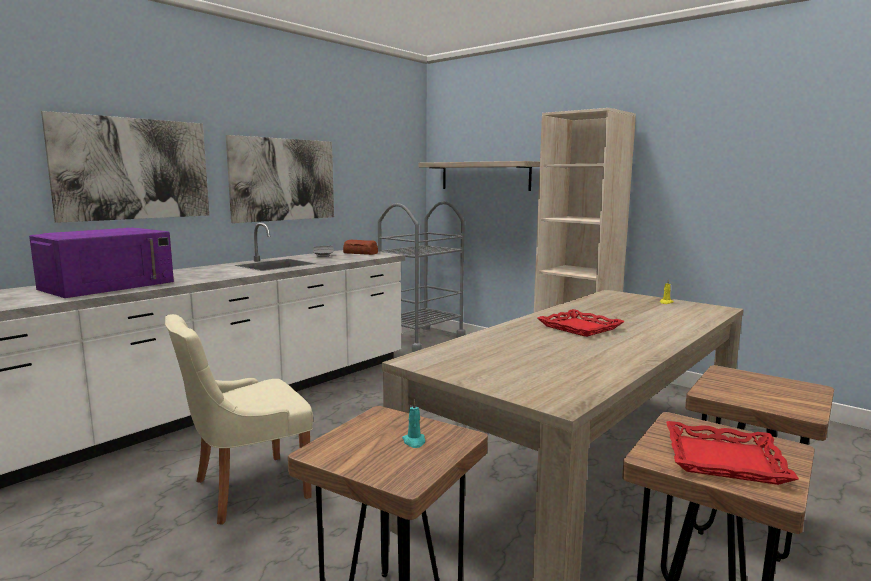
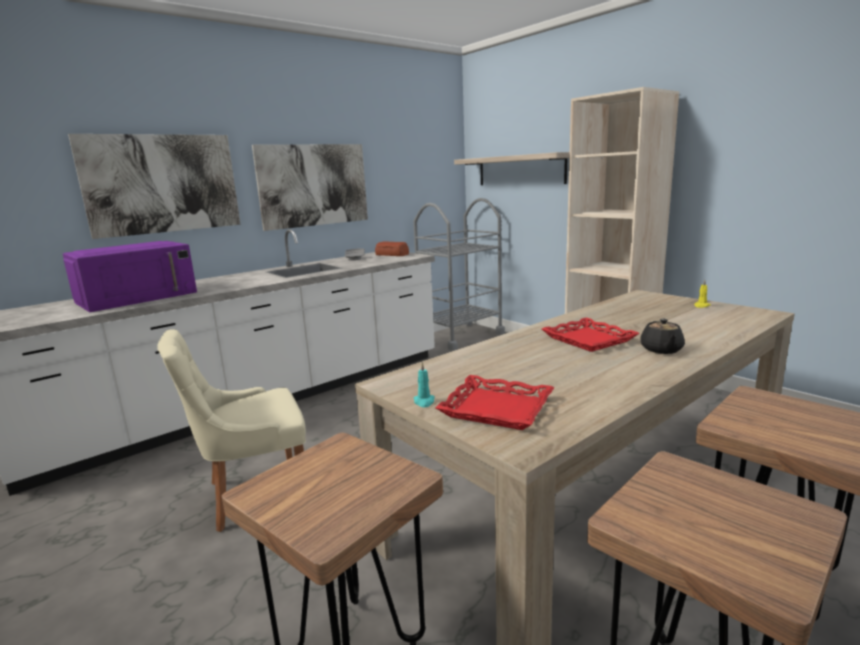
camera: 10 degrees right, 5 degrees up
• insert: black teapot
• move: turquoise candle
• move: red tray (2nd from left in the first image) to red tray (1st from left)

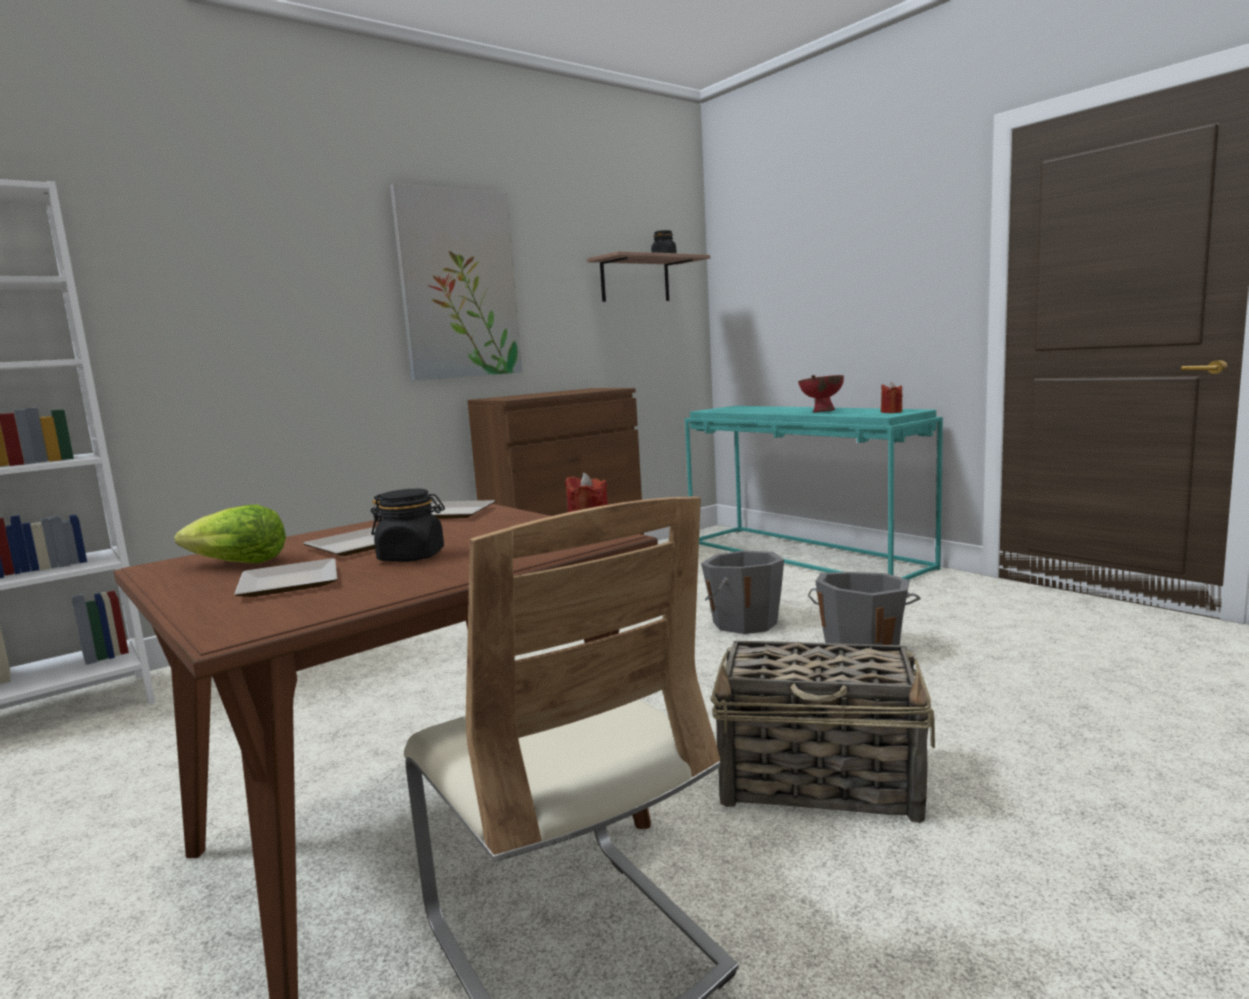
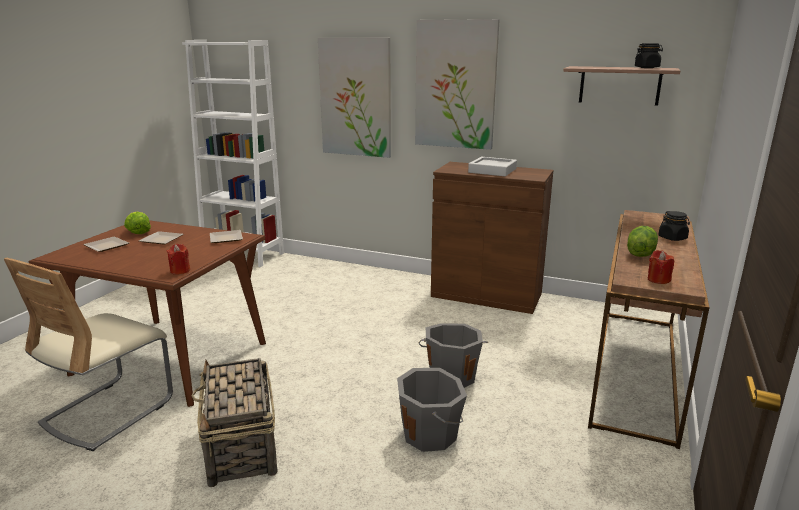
camera: 60 degrees right, 10 degrees up
• insert: picture (1st from left)
• insert: grey tray
• move: black jar (1st from left in the first image) to black jar (2nd from left)
• replace: red bowl to lettuce (2nd from left)
• recolor: turquoise console table to brown console table

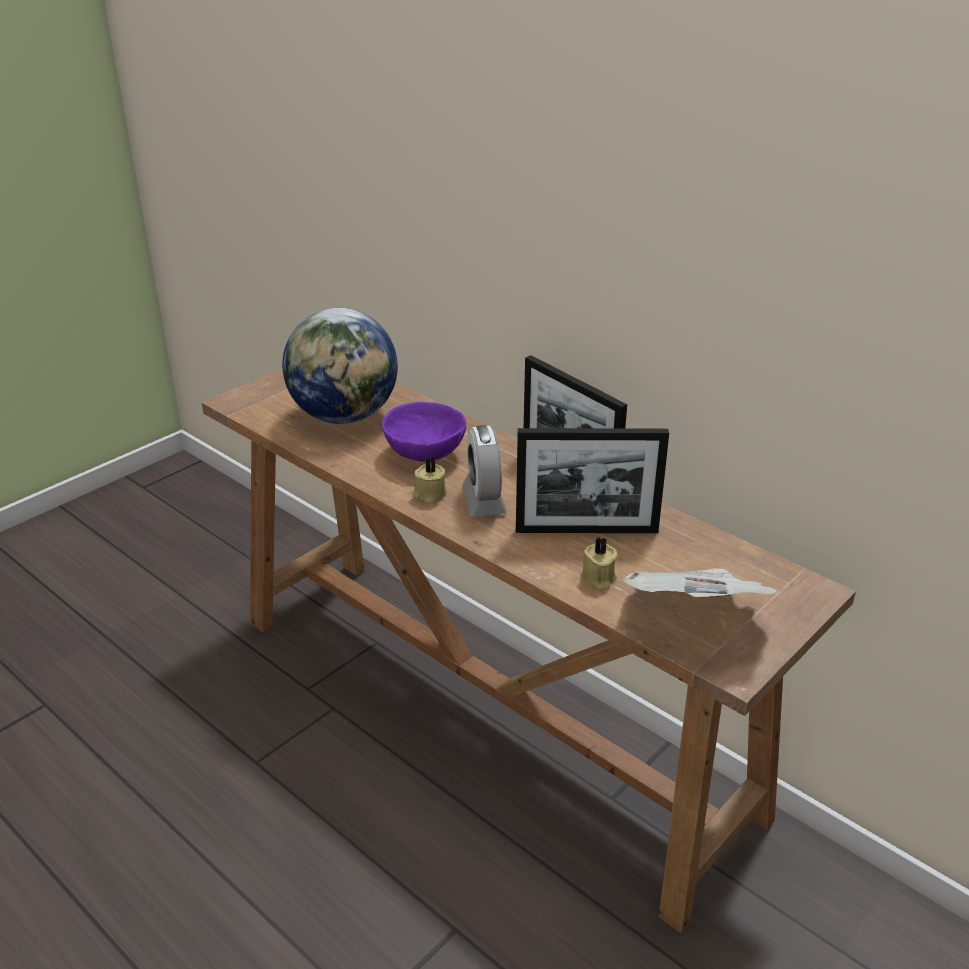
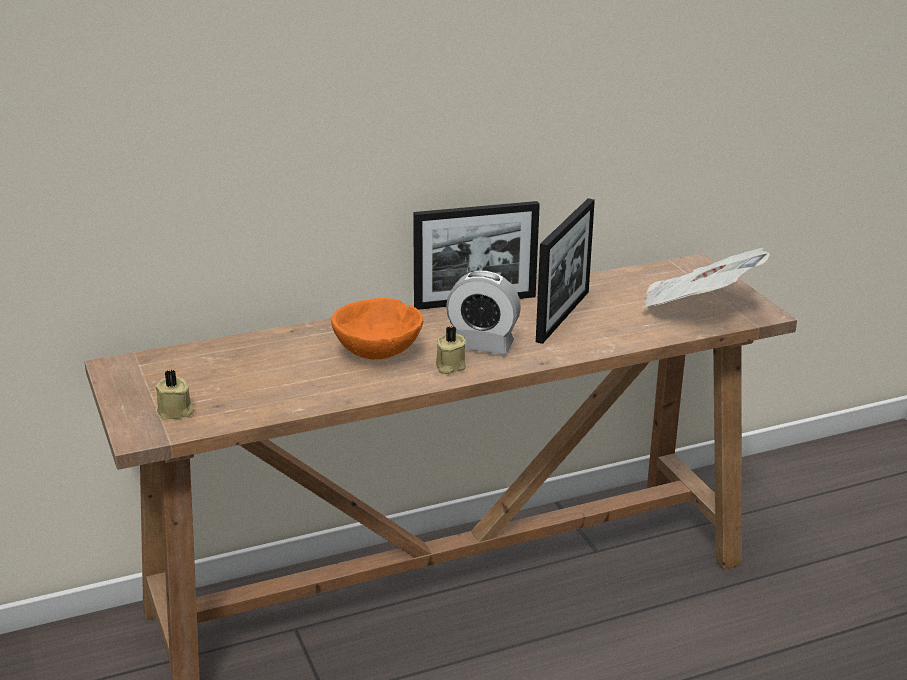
camera: 65 degrees left, 5 degrees down
• delete: globe
• move: beige candle (2nd from left in the first image) to beige candle (1st from left)
• recolor: purple bowl to orange bowl

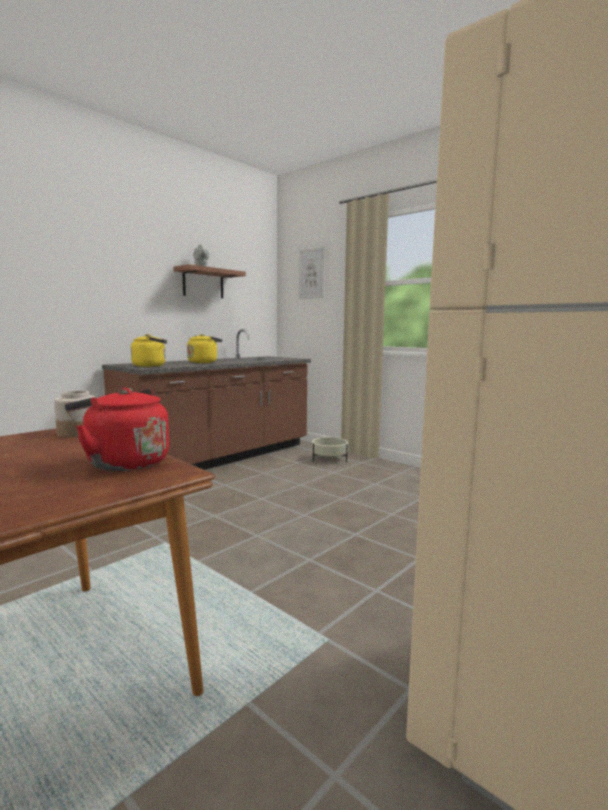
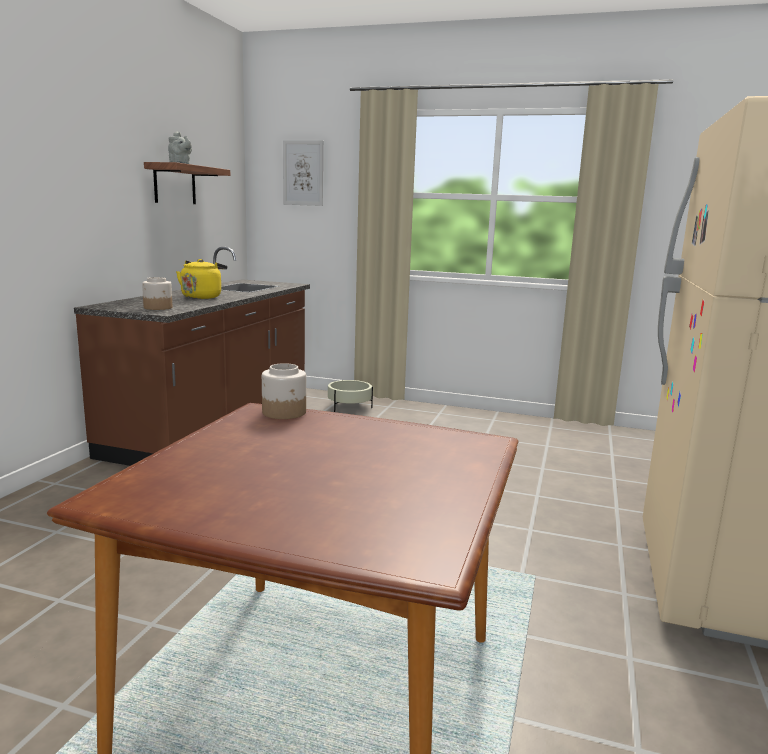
camera: 25 degrees left, 5 degrees up
• delete: red kettle
• replace: yellow kettle (1st from left) to jar (1st from left)

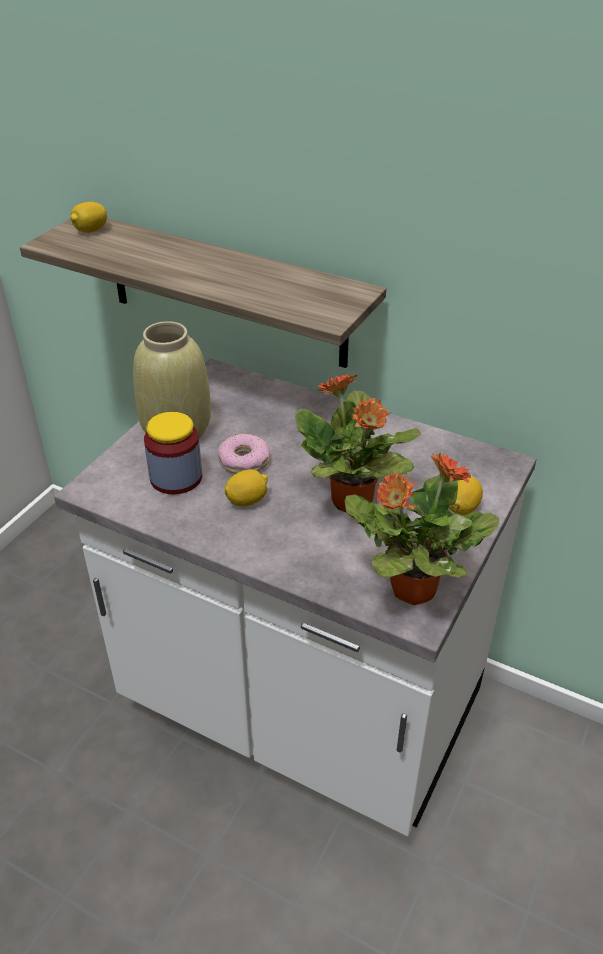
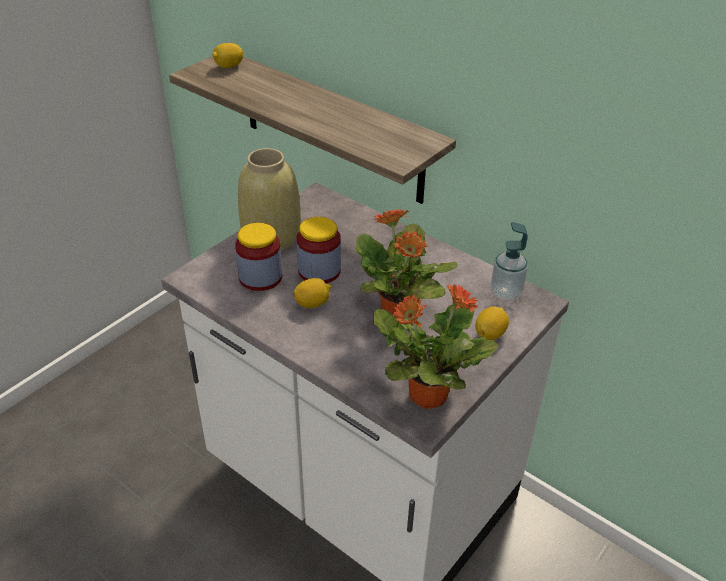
camera: 10 degrees right, 0 degrees up
• insert: soap dispenser
• replace: donut to jar (2nd from left)

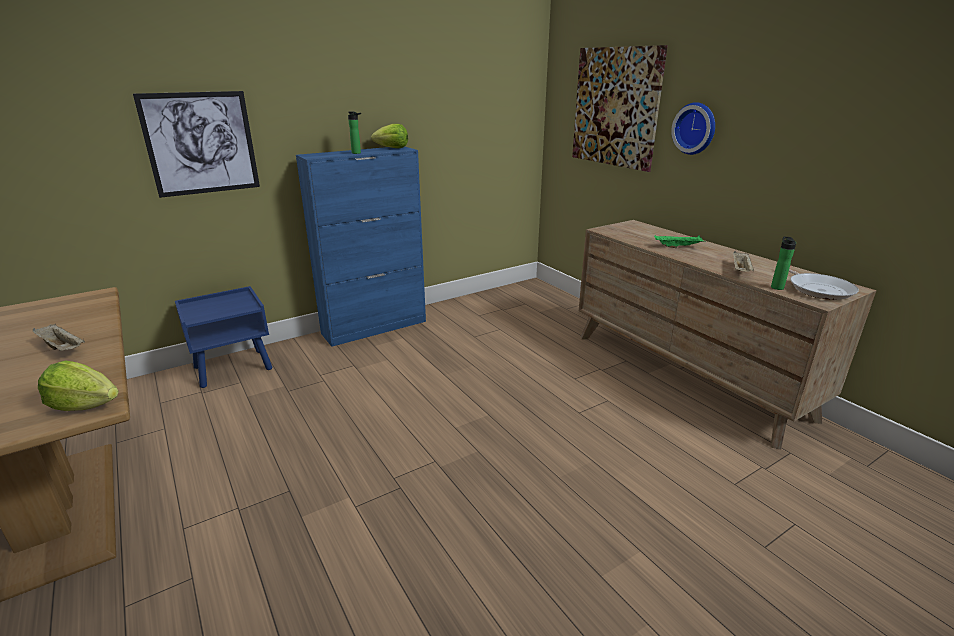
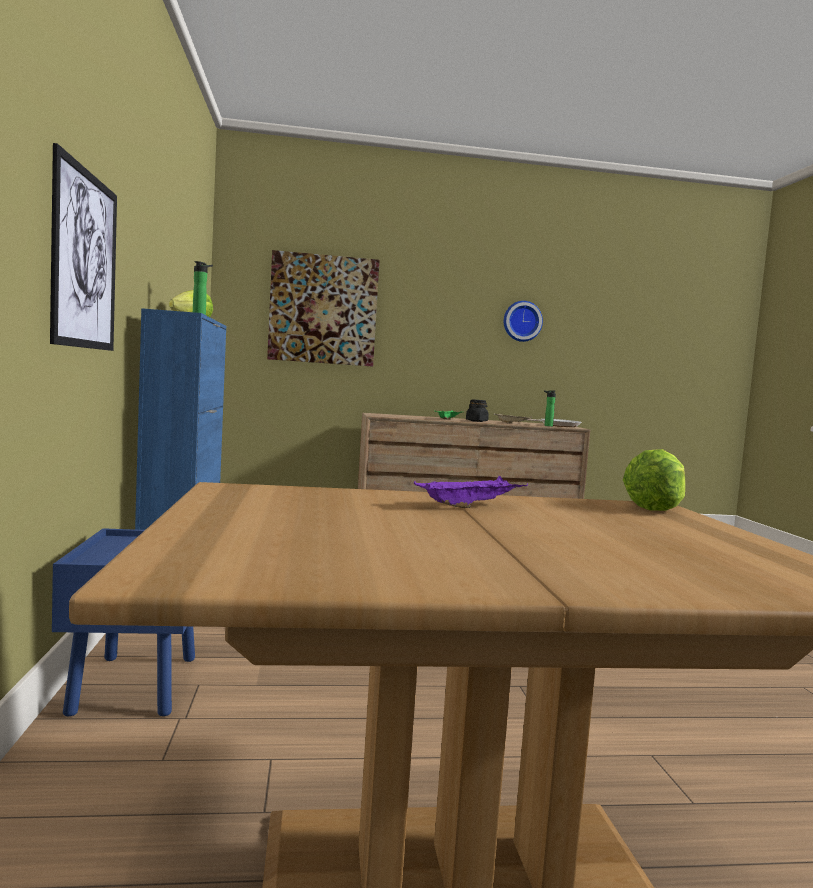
camera: 65 degrees left, 20 degrees down
• insert: black jar
• move: wall clock
• recolor: beige tray (1st from left) to purple tray

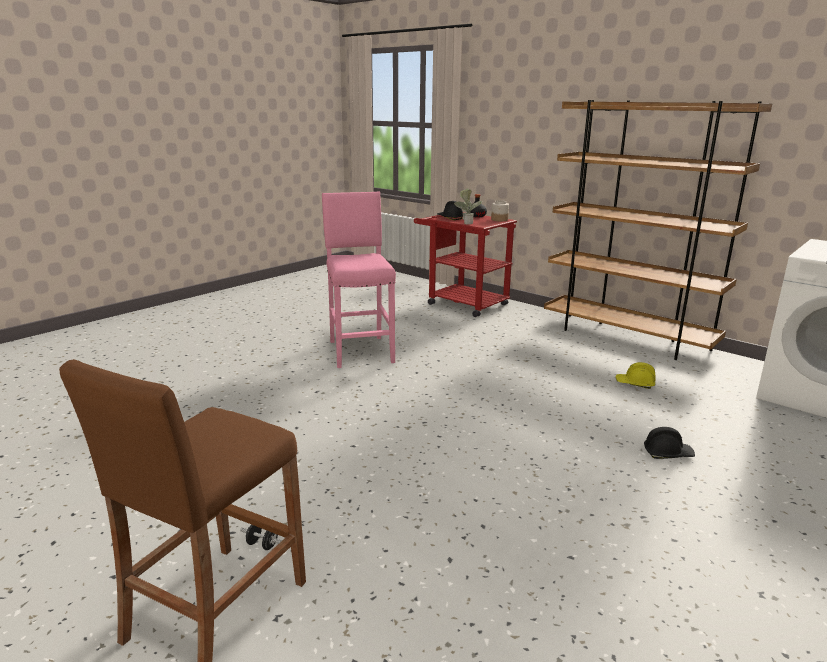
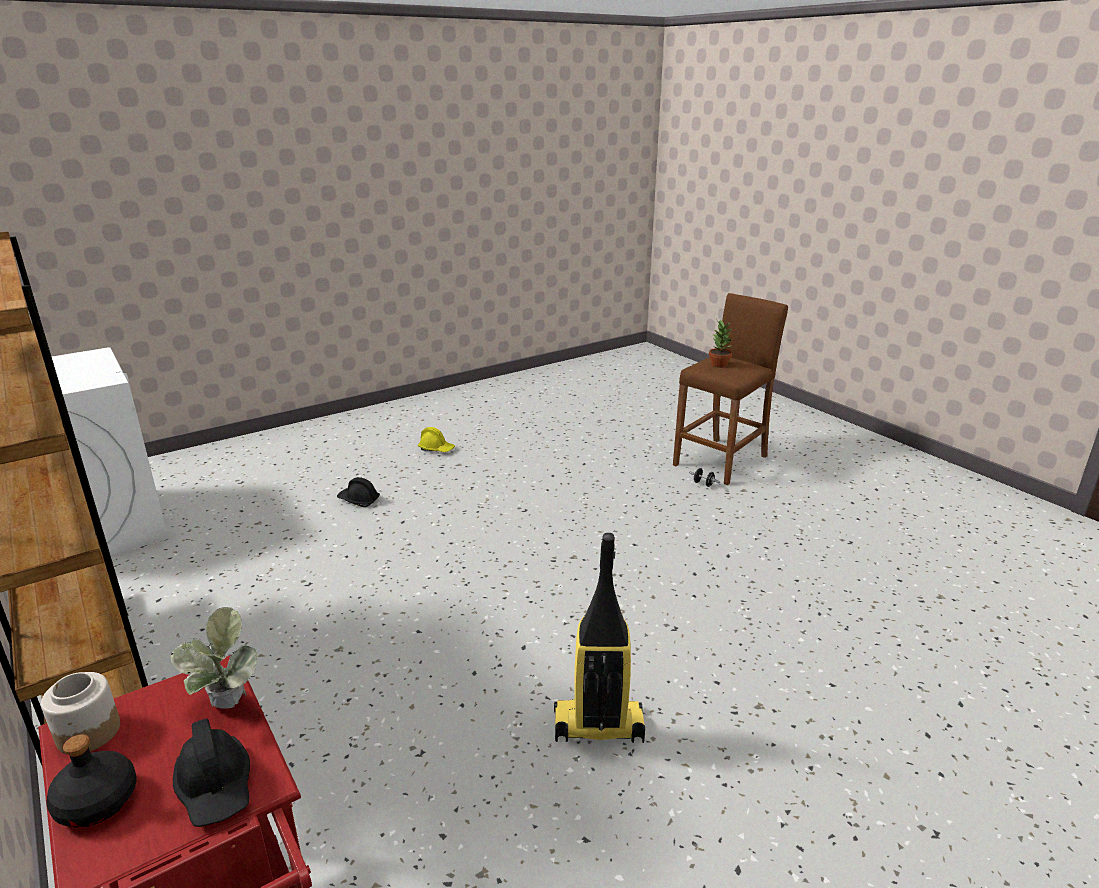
camera: 165 degrees left, 5 degrees up
• insert: potted plant (2nd from left)
• move: yellow hard hat
• replace: pink stool to vacuum cleaner

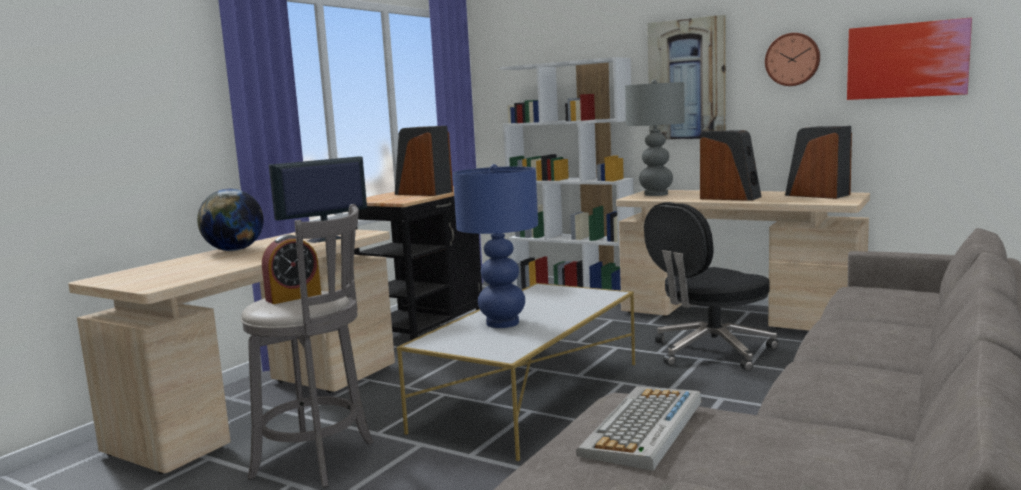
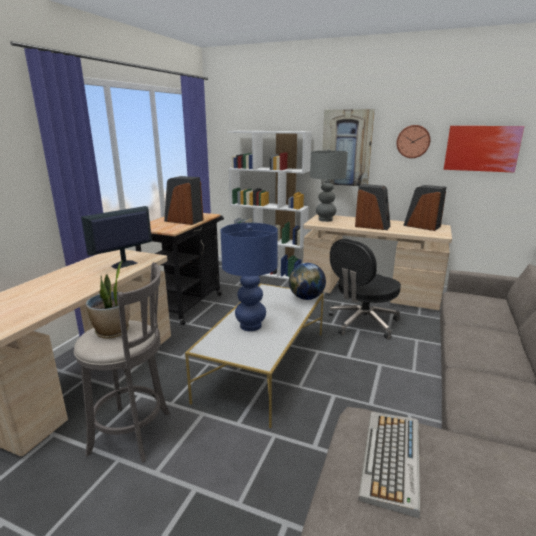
camera: 10 degrees left, 10 degrees up
• move: globe
• replace: alarm clock to potted plant

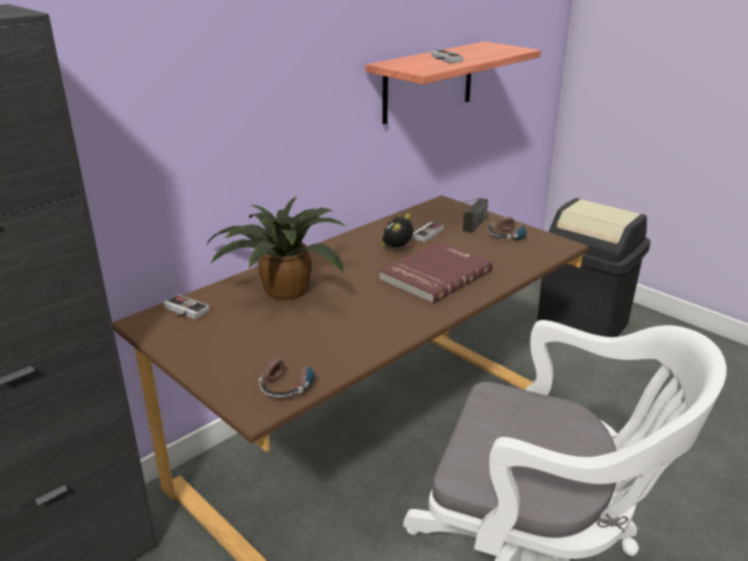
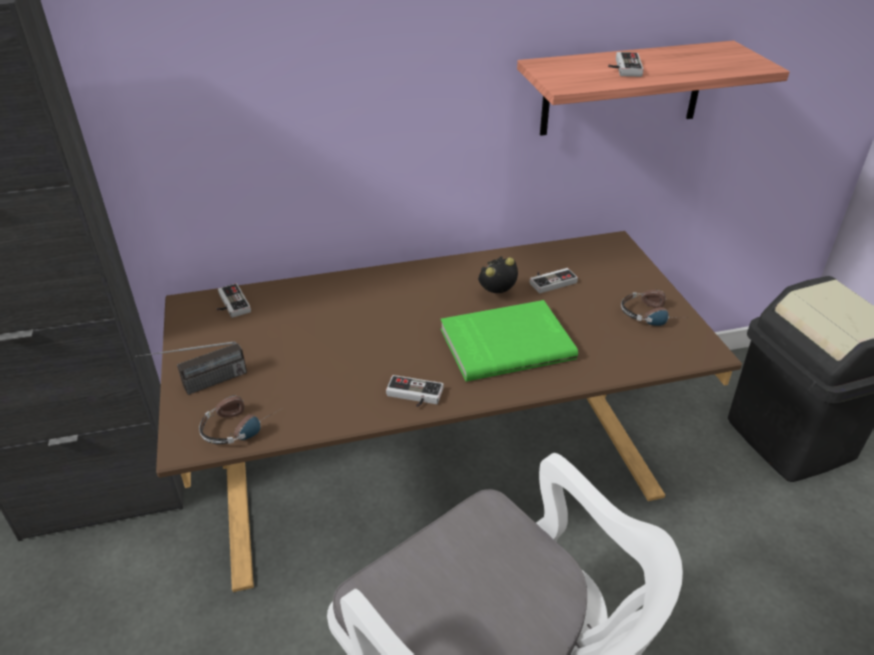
camera: 30 degrees right, 10 degrees up
• delete: potted plant
• insert: game controller (2nd from left)
• move: radio
• recolor: red book to green book

